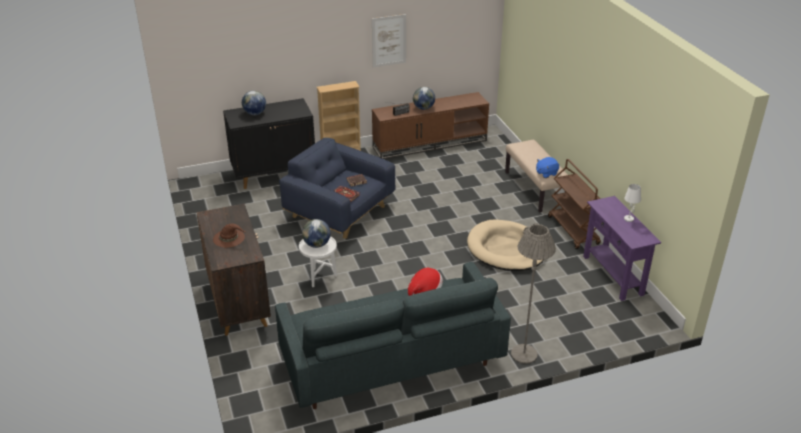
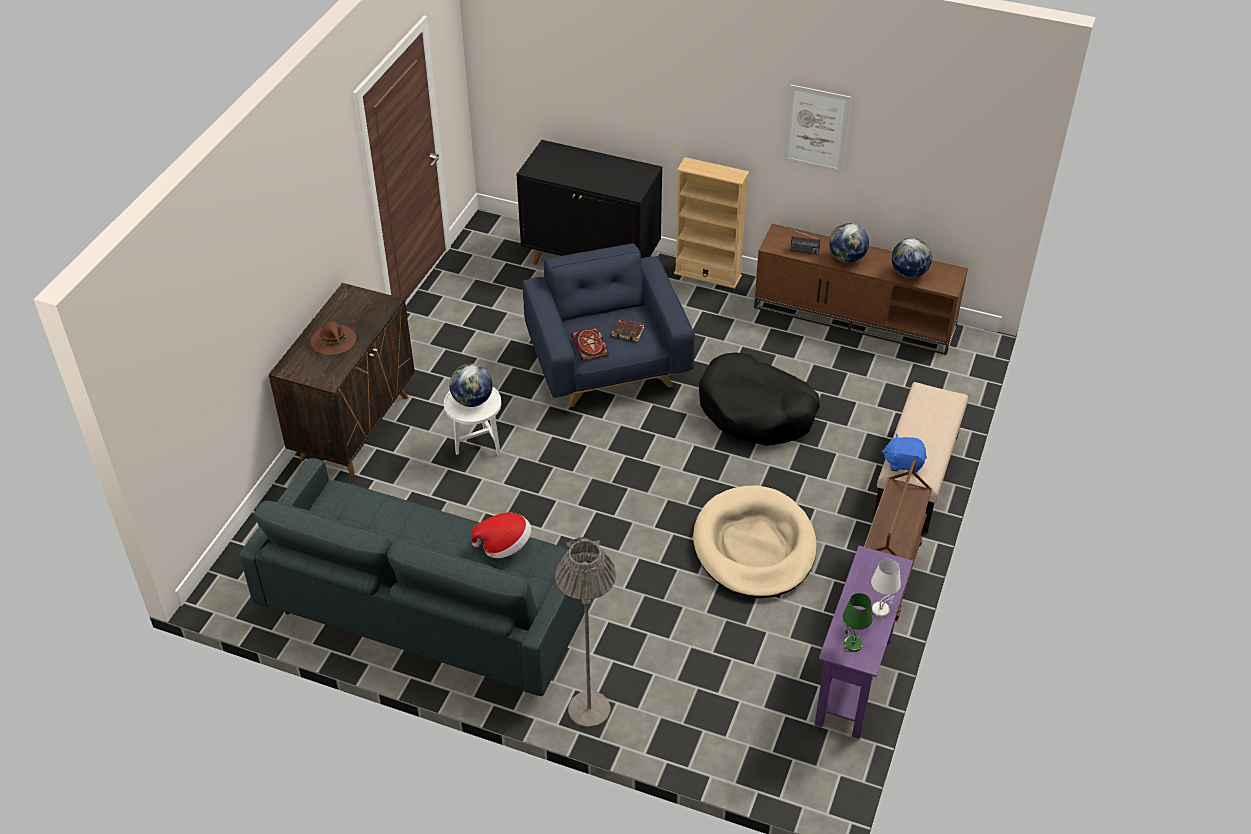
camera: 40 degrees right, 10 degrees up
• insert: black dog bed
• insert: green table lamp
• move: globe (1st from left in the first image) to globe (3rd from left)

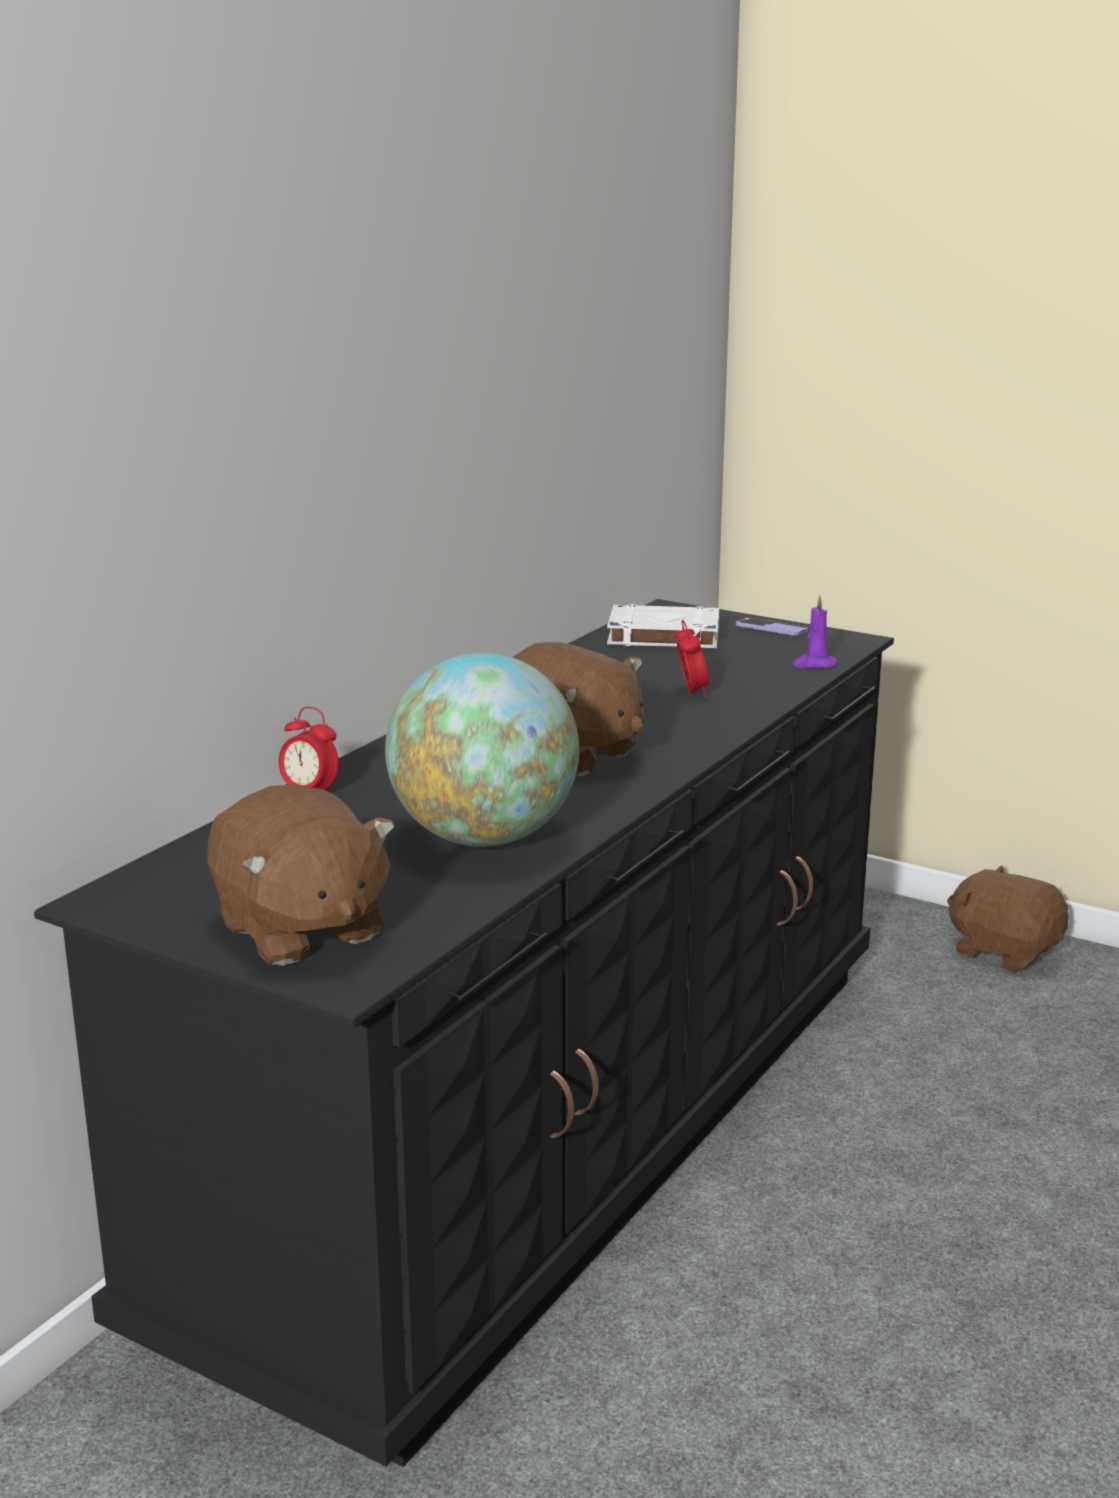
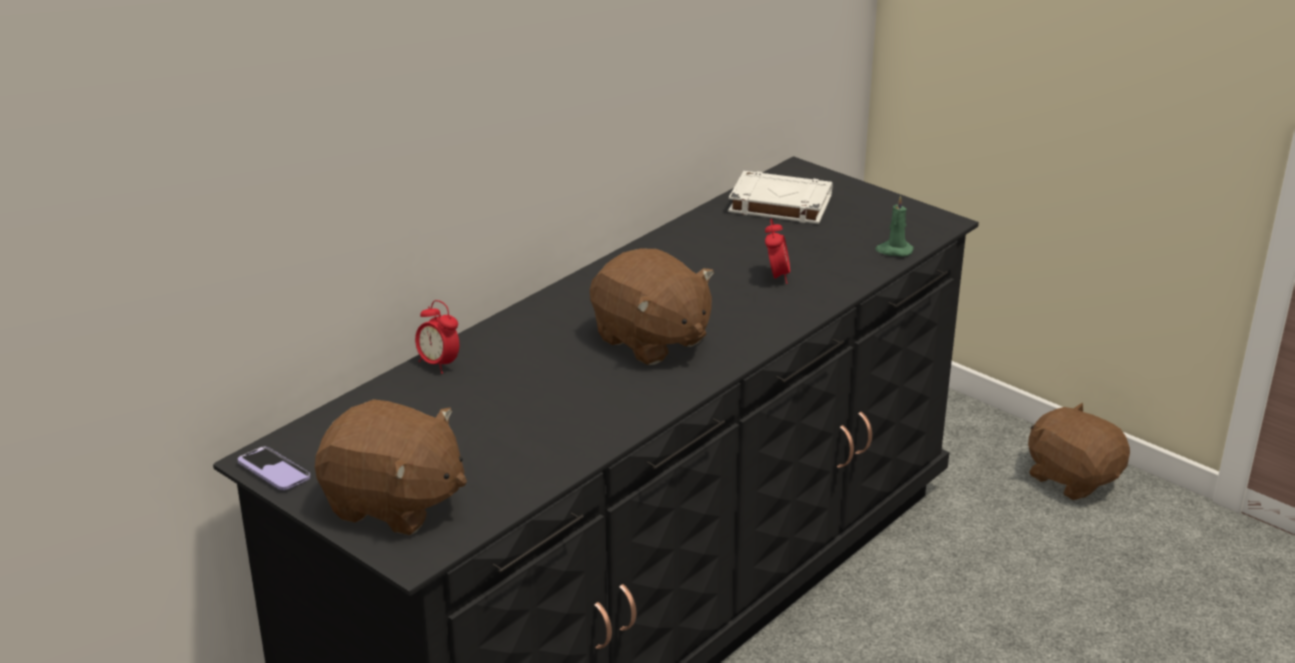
camera: 10 degrees right, 10 degrees up
• delete: globe
• move: phone
• recolor: purple candle to green candle
• rotate: brown plush toy (1st from left) 45 degrees counterclockwise

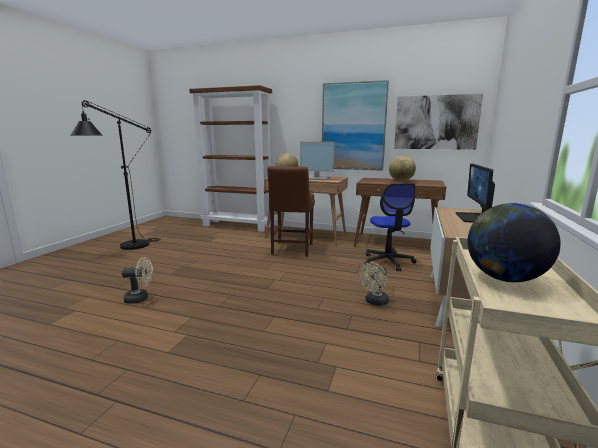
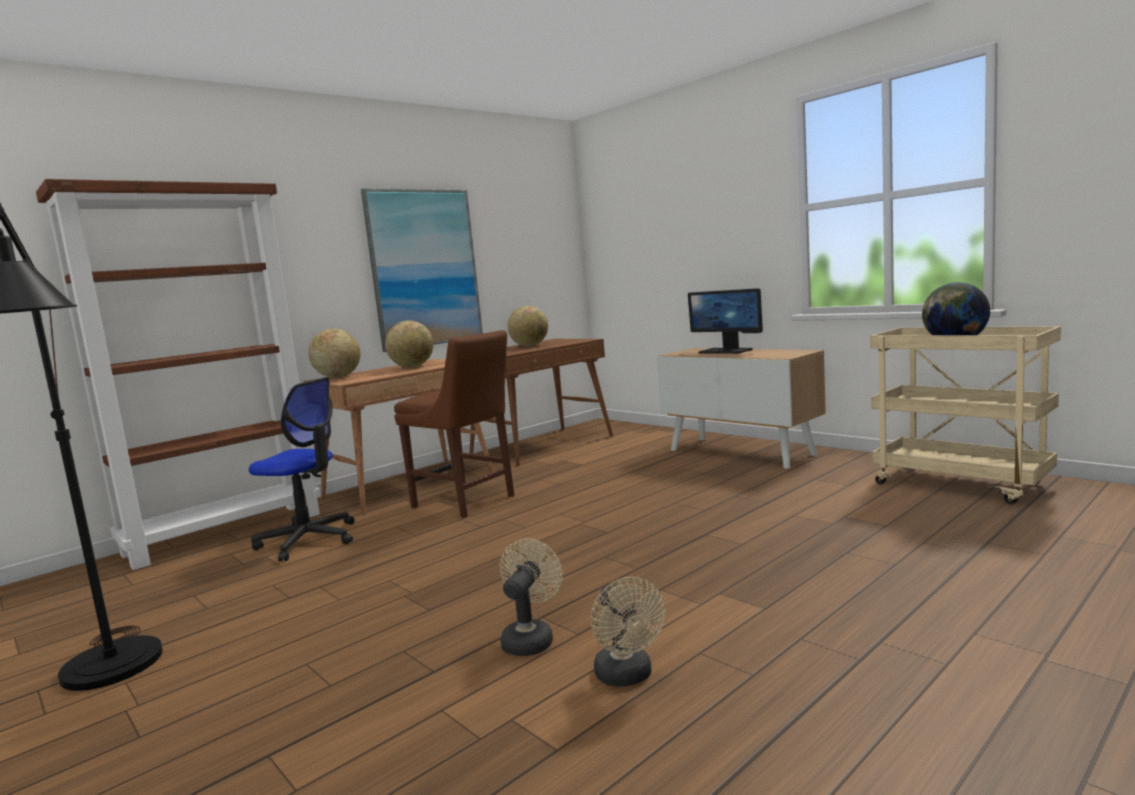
camera: 60 degrees left, 5 degrees down
• delete: picture (2nd from left)
• move: beige fan (2nd from left)
• move: office chair
• replace: monitor (1st from left) to globe (2nd from left)

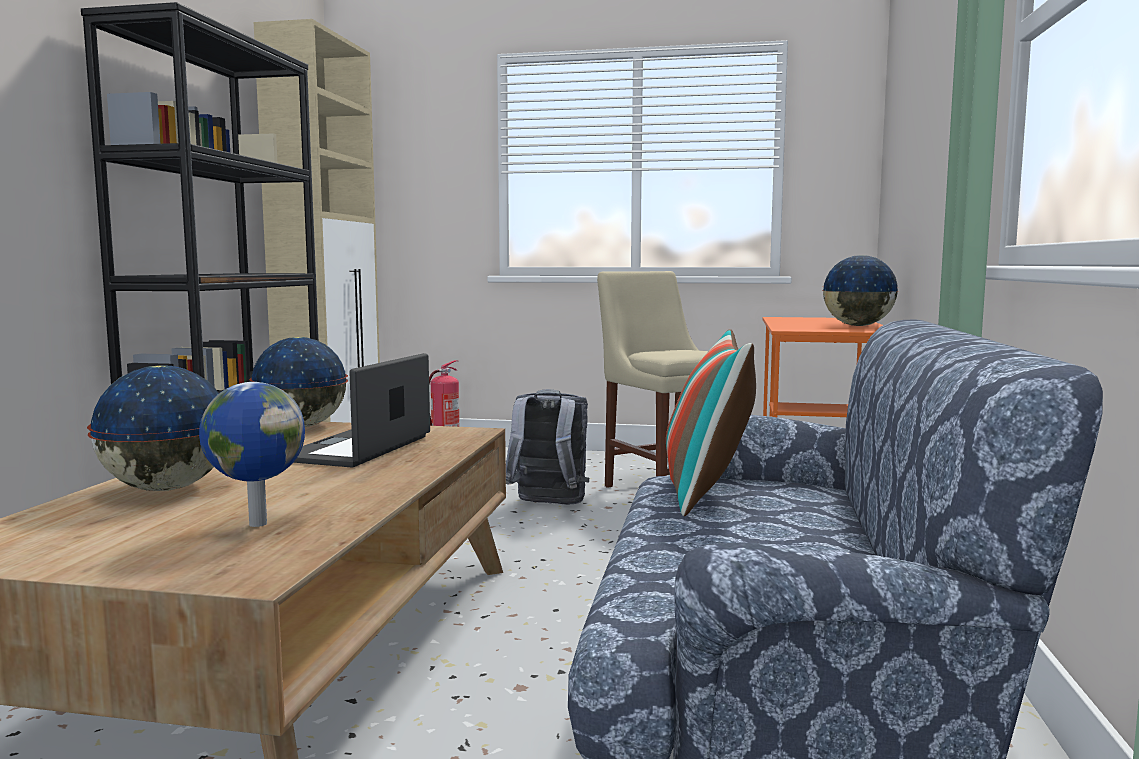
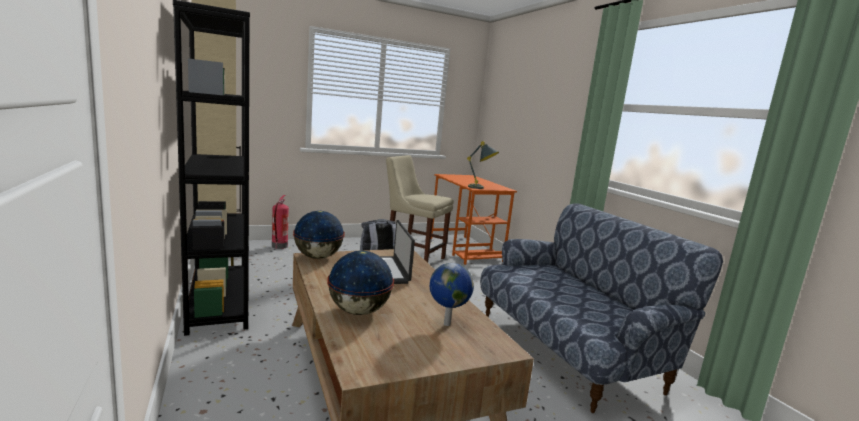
camera: 35 degrees left, 5 degrees up
• delete: pillow
• delete: globe (4th from left)
• insert: grey table lamp

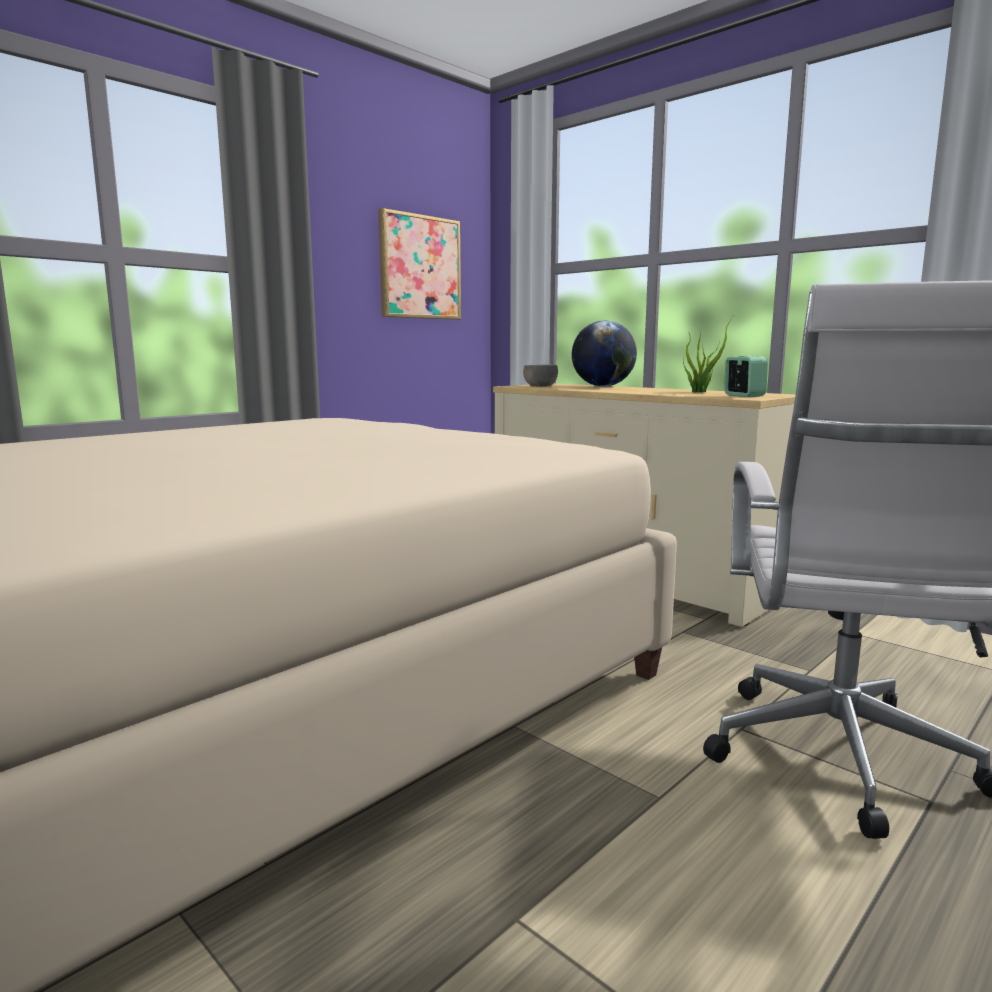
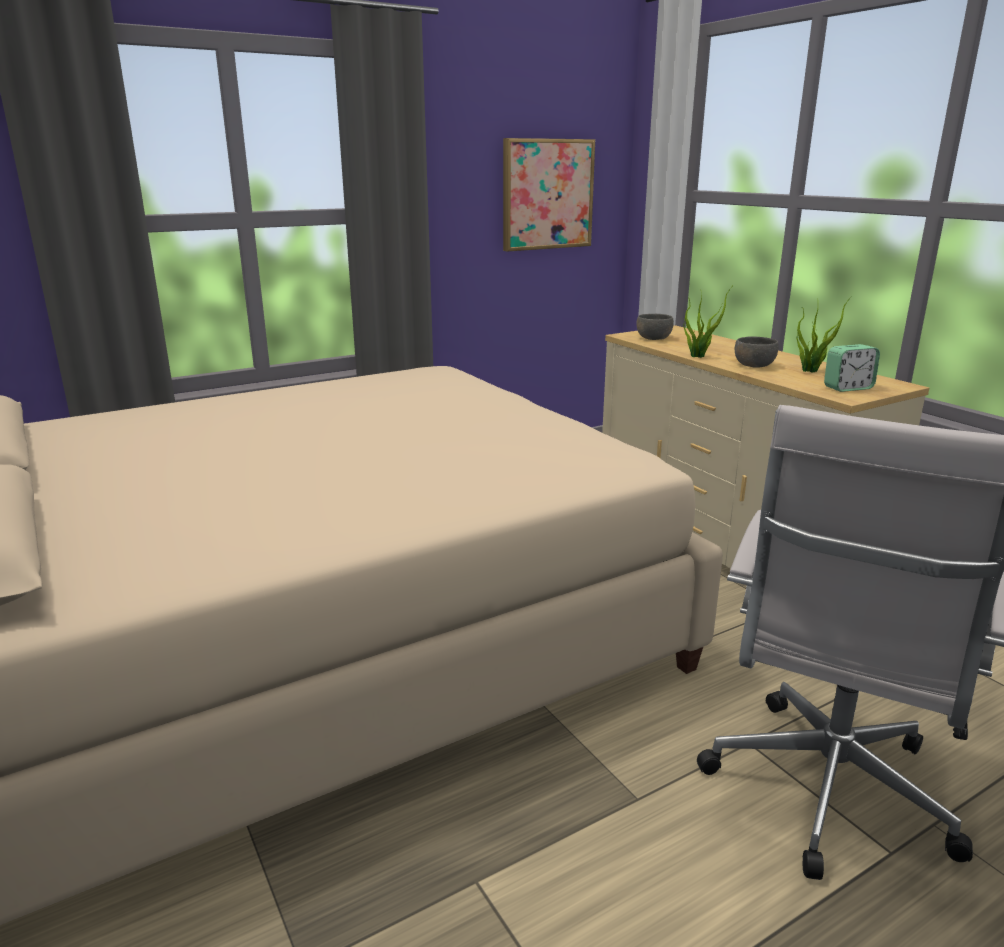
camera: 15 degrees right, 10 degrees up
• delete: globe
• insert: potted plant (1st from left)
• insert: grey bowl (2nd from left)
• rotate: alarm clock 75 degrees clockwise

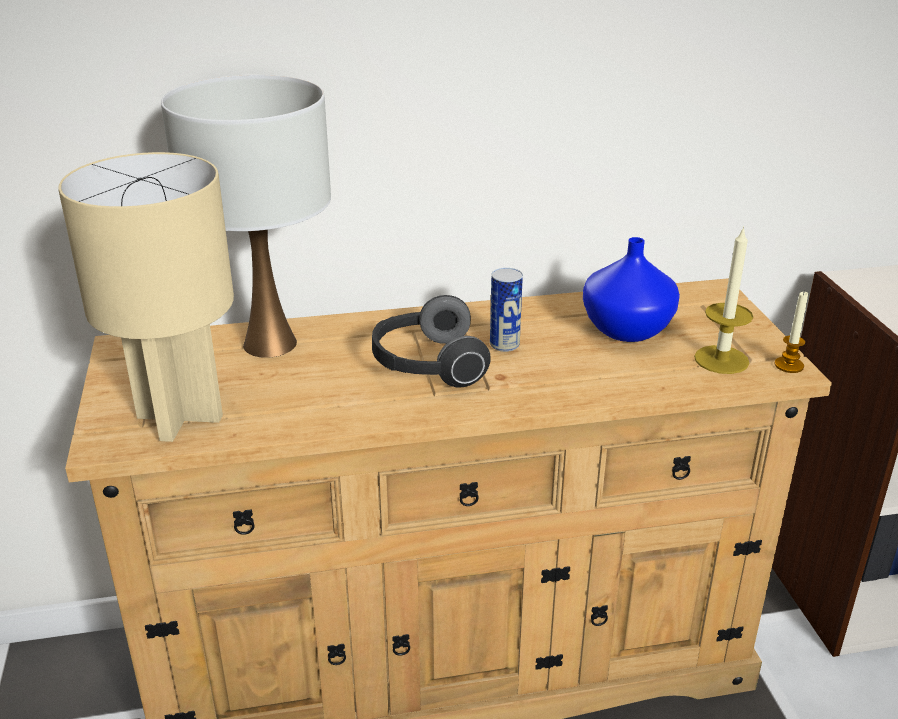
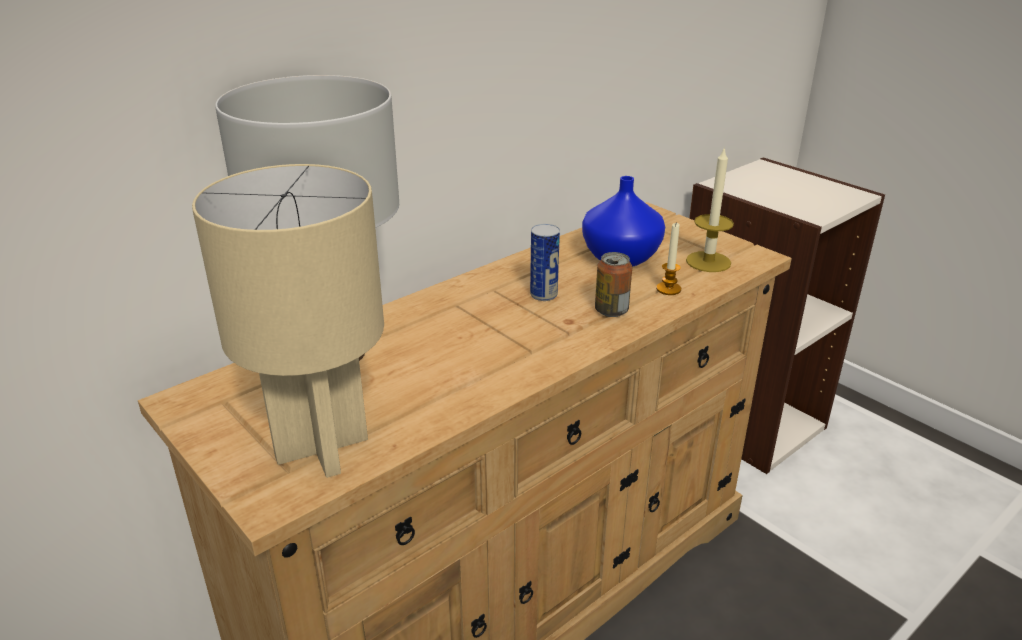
camera: 30 degrees left, 0 degrees up
• delete: headphones
• insert: can (2nd from left)
• move: candle (2nd from left in the first image) to candle (1st from left)

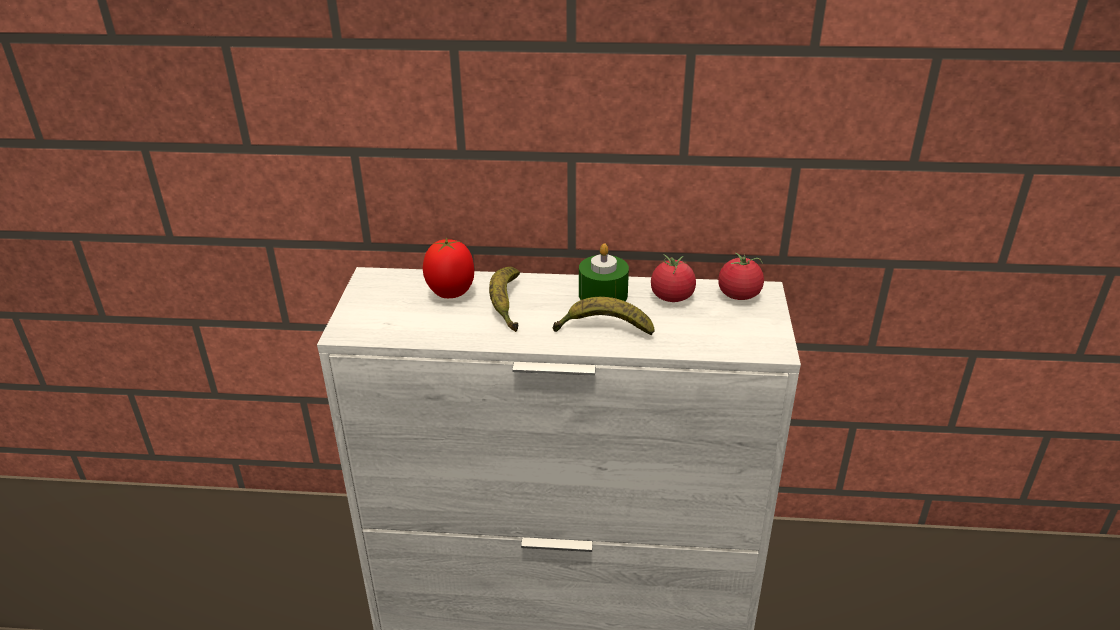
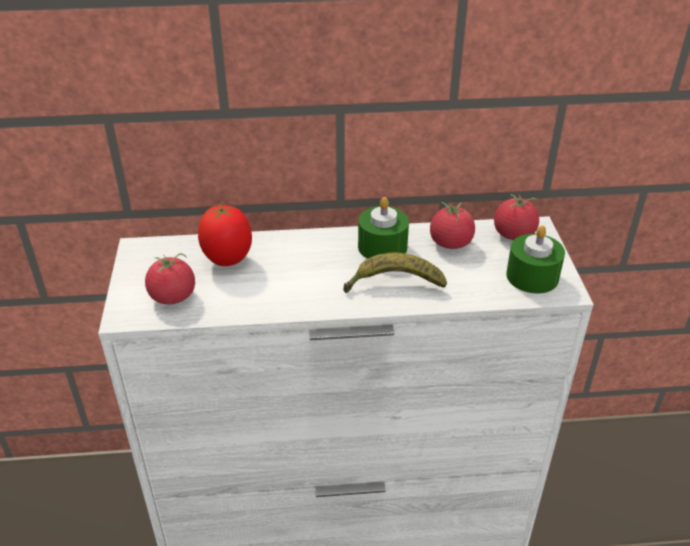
camera: 10 degrees left, 5 degrees up
• delete: banana (1st from left)
• insert: tomato (1st from left)
• insert: green candle (2nd from left)

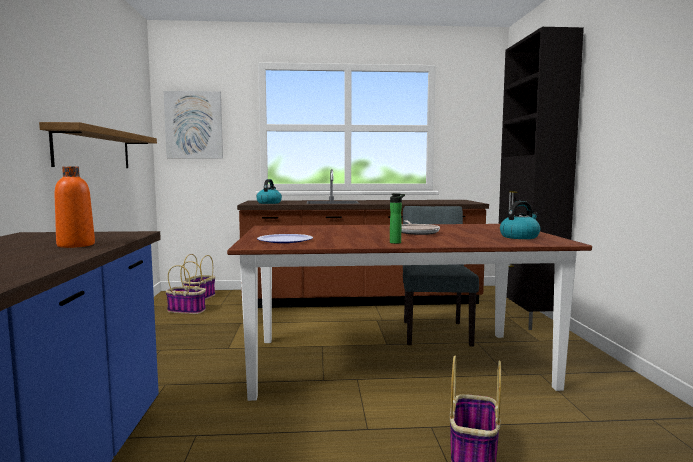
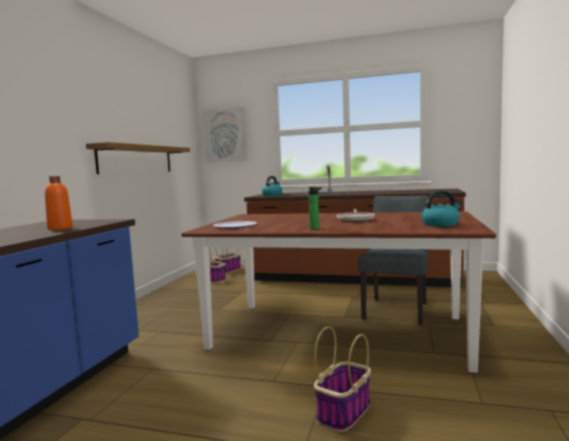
camera: 20 degrees right, 0 degrees up
• delete: black cabinet

